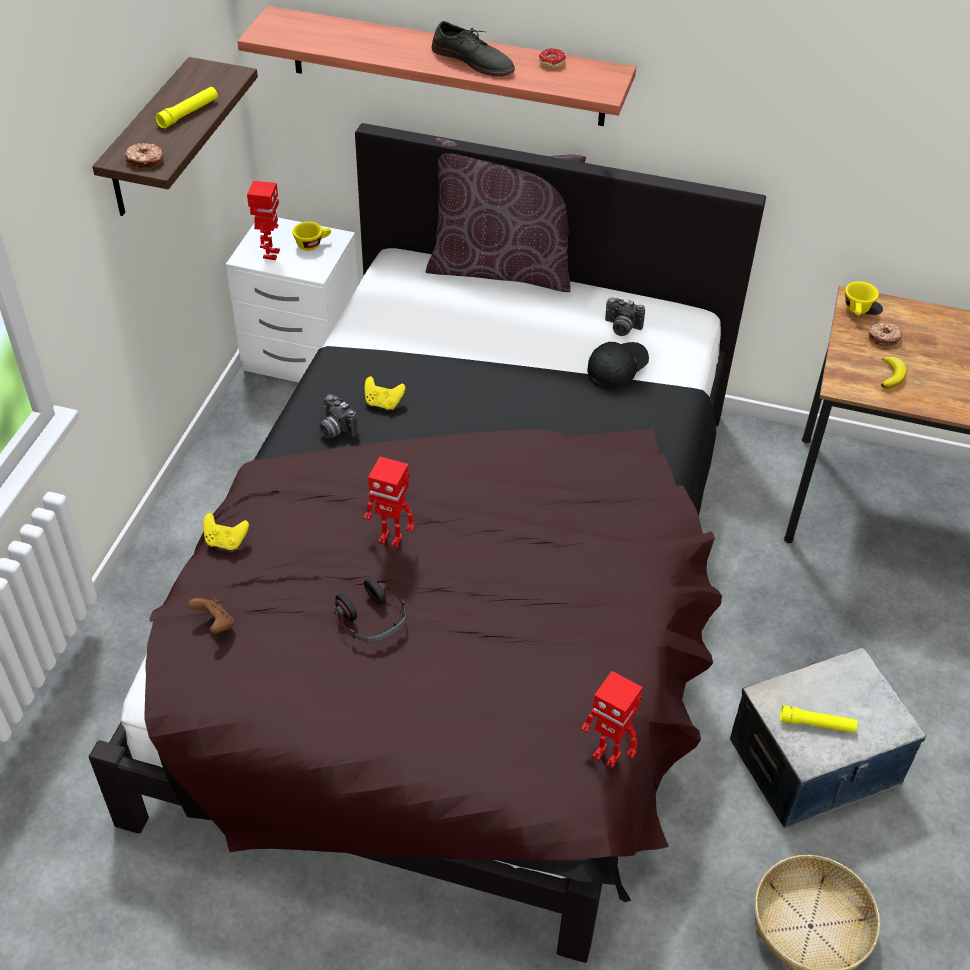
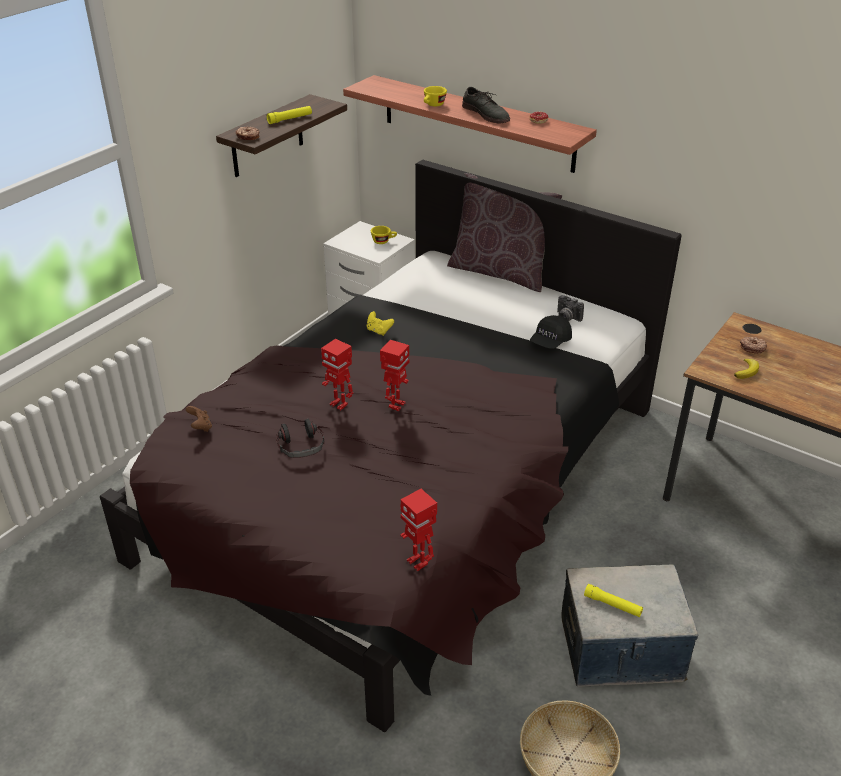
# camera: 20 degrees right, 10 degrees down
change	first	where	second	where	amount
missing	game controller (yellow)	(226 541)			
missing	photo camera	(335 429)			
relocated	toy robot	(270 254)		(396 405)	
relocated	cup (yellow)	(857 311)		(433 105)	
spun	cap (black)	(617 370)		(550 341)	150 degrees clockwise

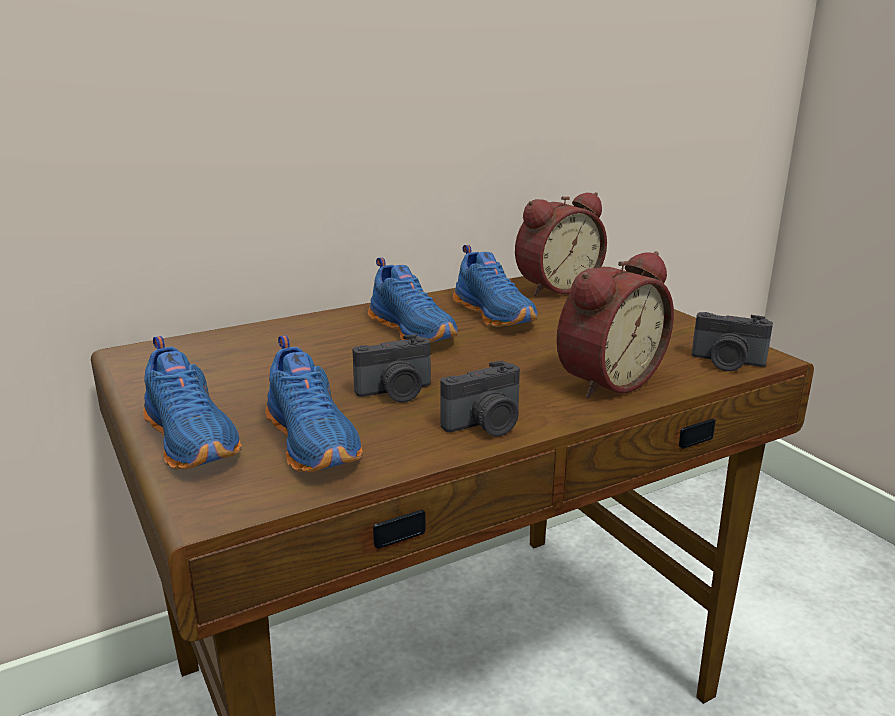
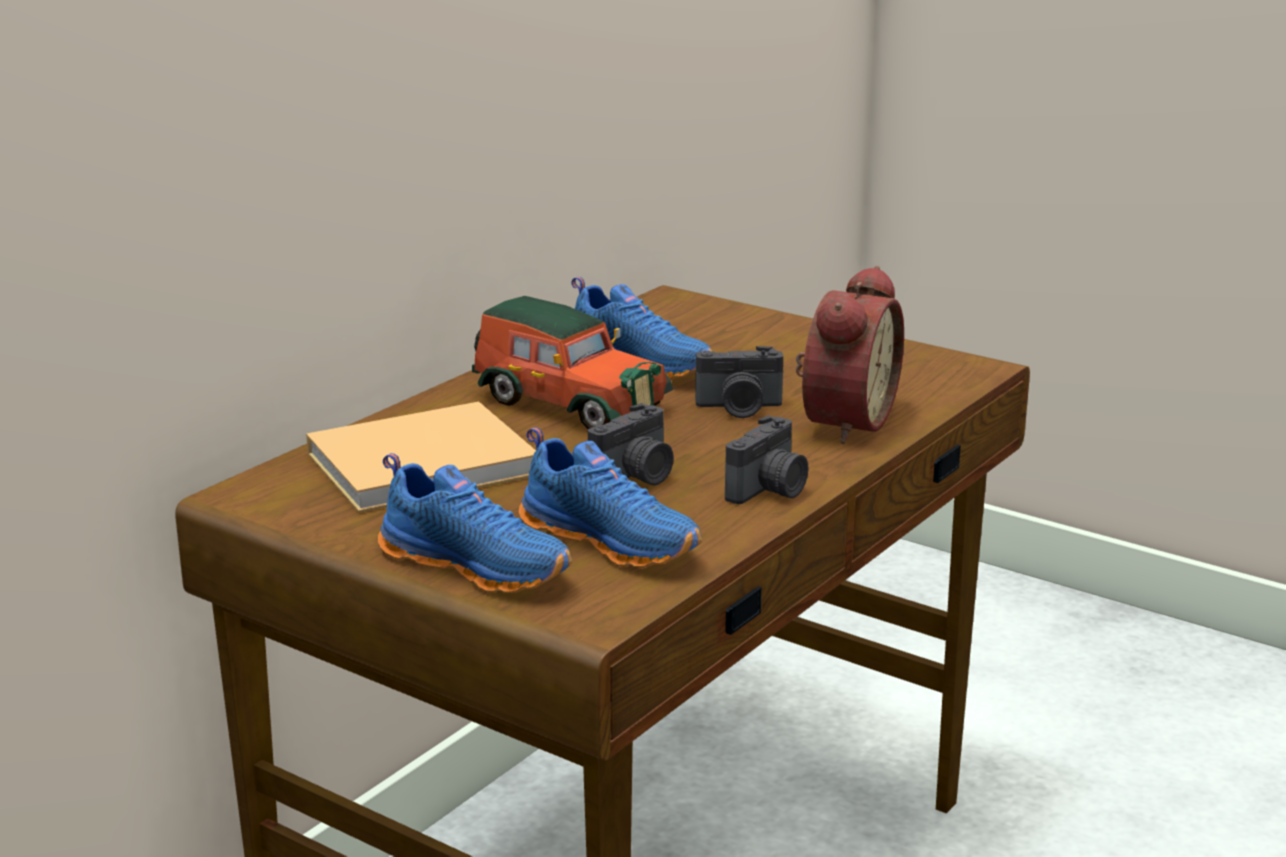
# camera: 25 degrees left, 0 degrees up
change	first	where	second	where	amount
missing	alarm clock	(555 287)			
appeared			book (beige)	(429 463)	
relocated	photo camera	(727 363)		(739 408)	
exchanged	shoe (blue)	(414 331)	toy car	(566 403)	

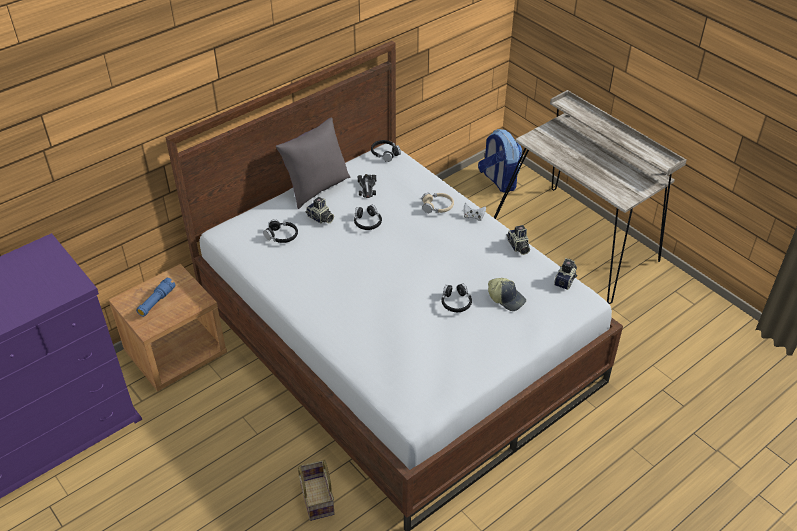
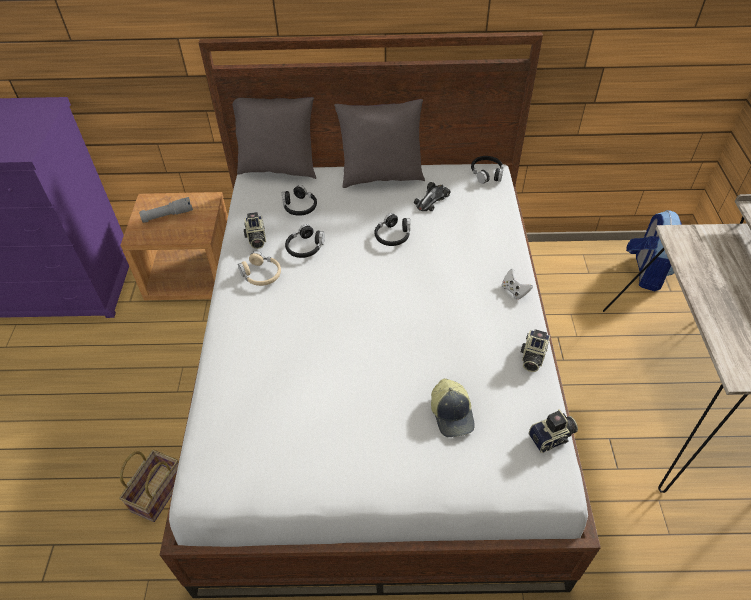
# camera: 40 degrees right, 5 degrees up
change	first	where	second	where	amount
appeared			pillow (grey)	(278 168)	
relocated	photo camera	(320 218)		(256 238)	
relocated	headphones (beige)	(437 207)		(261 274)	
relocated	headphones (black)	(456 302)		(305 247)	
colour	flashlight (blue)	(156 302)	flashlight (grey)	(167 215)	

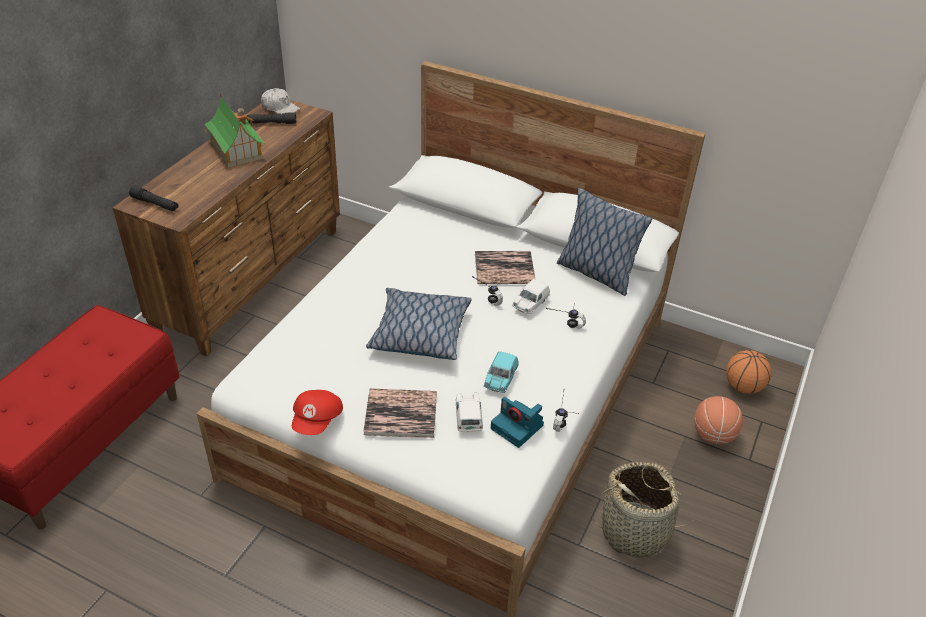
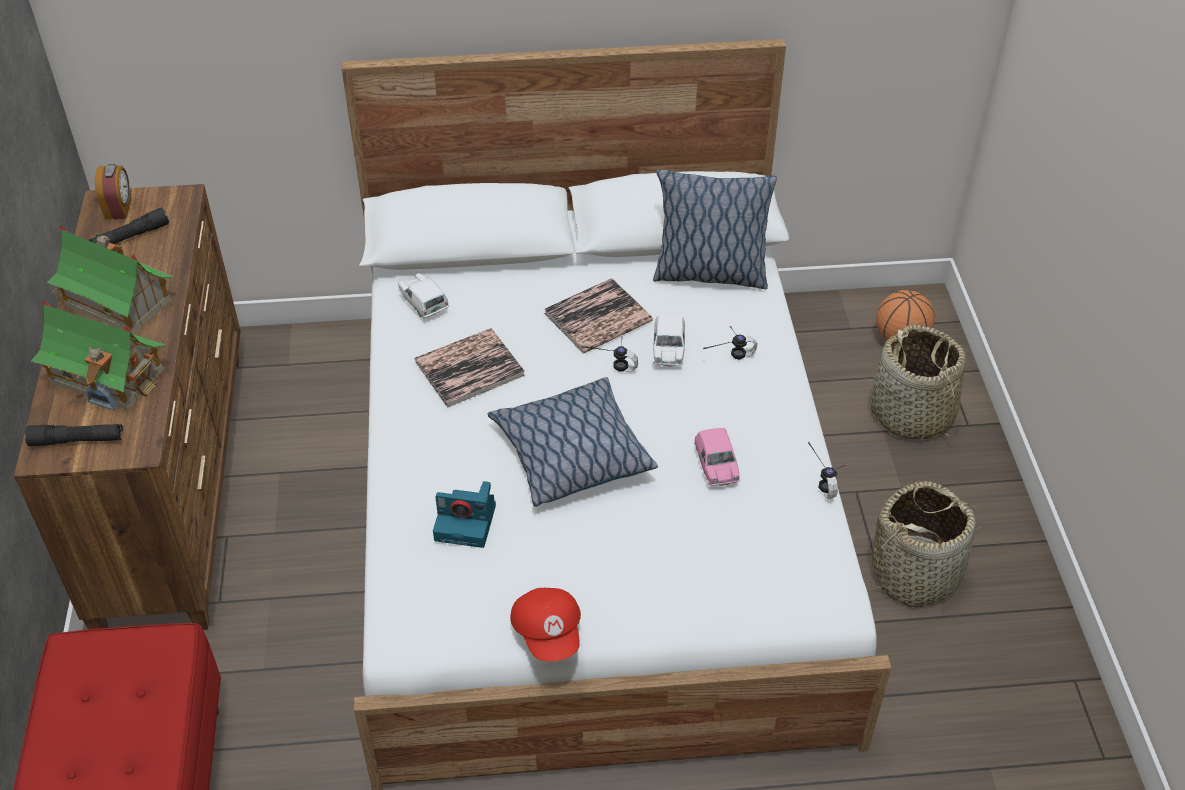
# camera: 30 degrees left, 5 degrees up
change	first	where	second	where	amount
appeared			toy house	(107 376)	
relocated	book	(401 413)		(469 368)	
relocated	toy car (white)	(468 418)		(423 303)	
relocated	photo camera	(518 427)		(467 522)	
exchanged	cap (white)	(280 108)	alarm clock	(119 208)	
exchanged	basketball	(713 435)	basket	(912 415)	
colour	toy car (turquoise)	(500 380)	toy car (pink)	(716 467)	

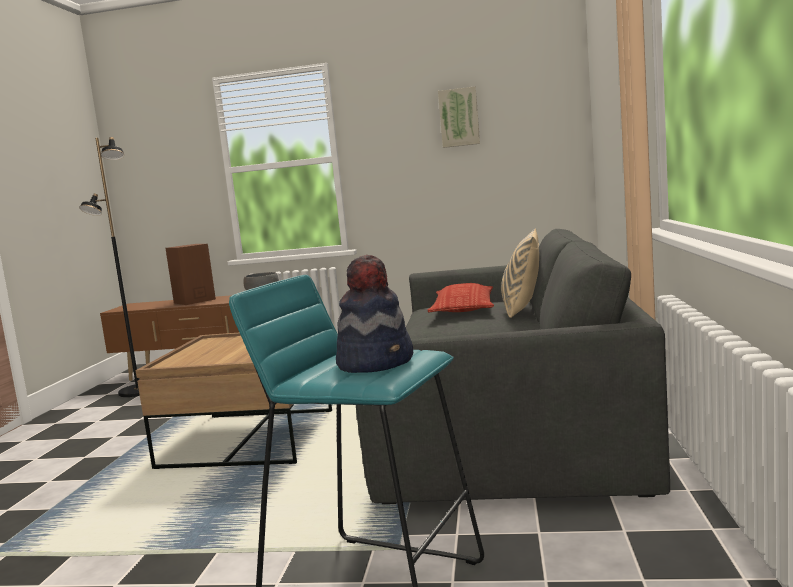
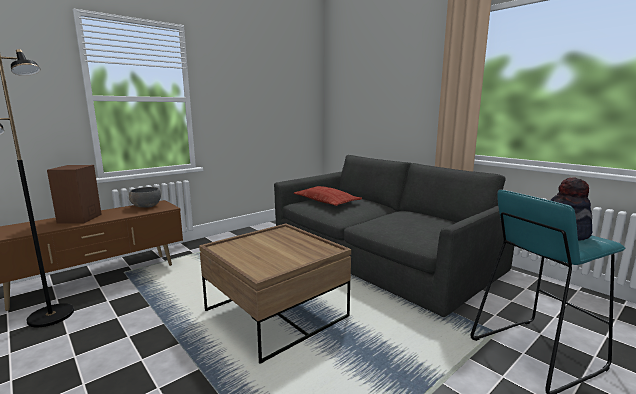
# camera: 50 degrees left, 5 degrees up
change	first	where	second	where	amount
missing	picture	(459 117)			
missing	pillow (beige)	(523 310)			

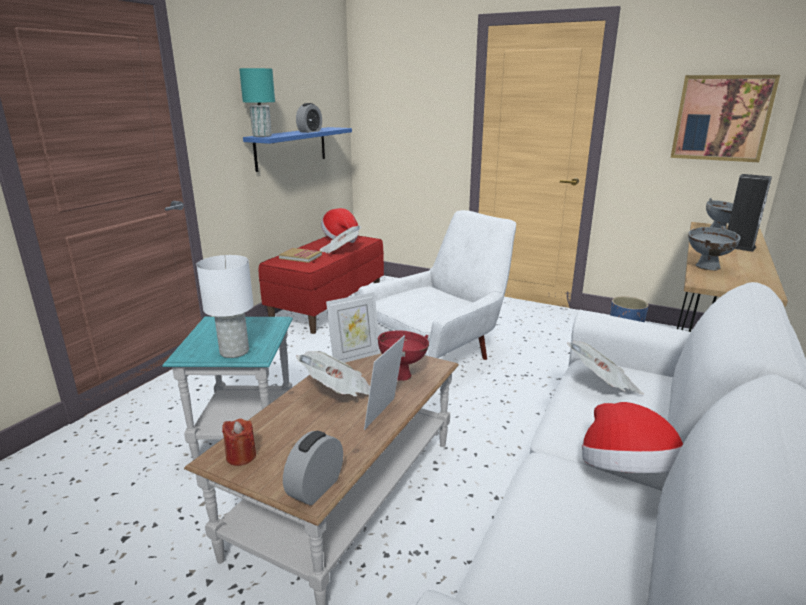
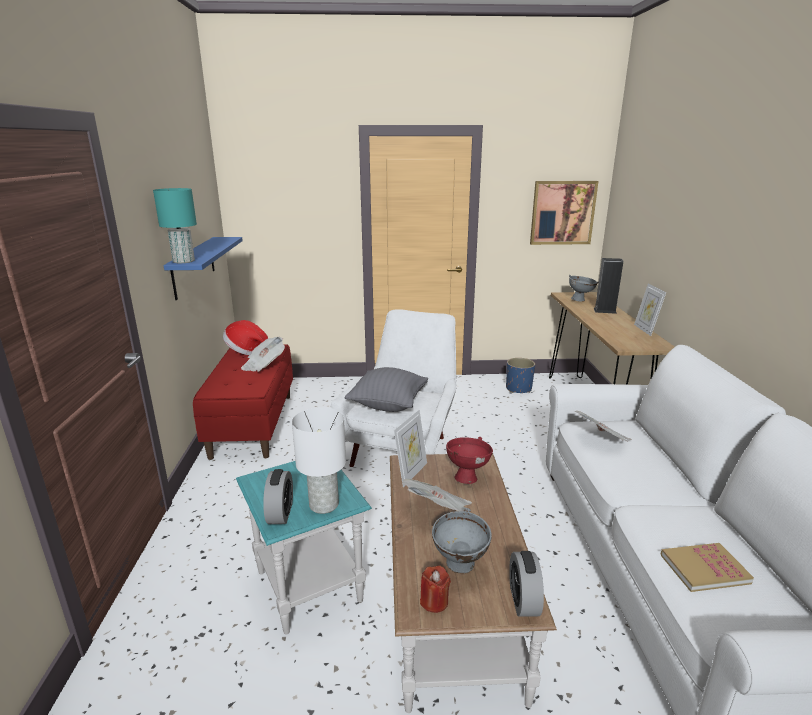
# camera: 30 degrees left, 0 degrees up
change	first	where	second	where	amount
missing	hat	(626 474)			
appeared			pillow (grey)	(388 405)	
relocated	book	(300 257)		(704 569)	
relocated	alarm clock	(310 131)		(280 513)	
relocated	picture frame	(385 415)		(645 330)	
relocated	bowl (grey)	(706 268)		(460 568)	

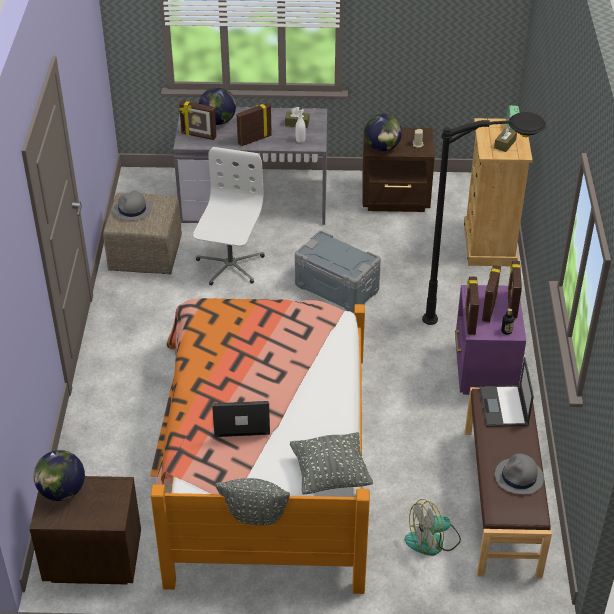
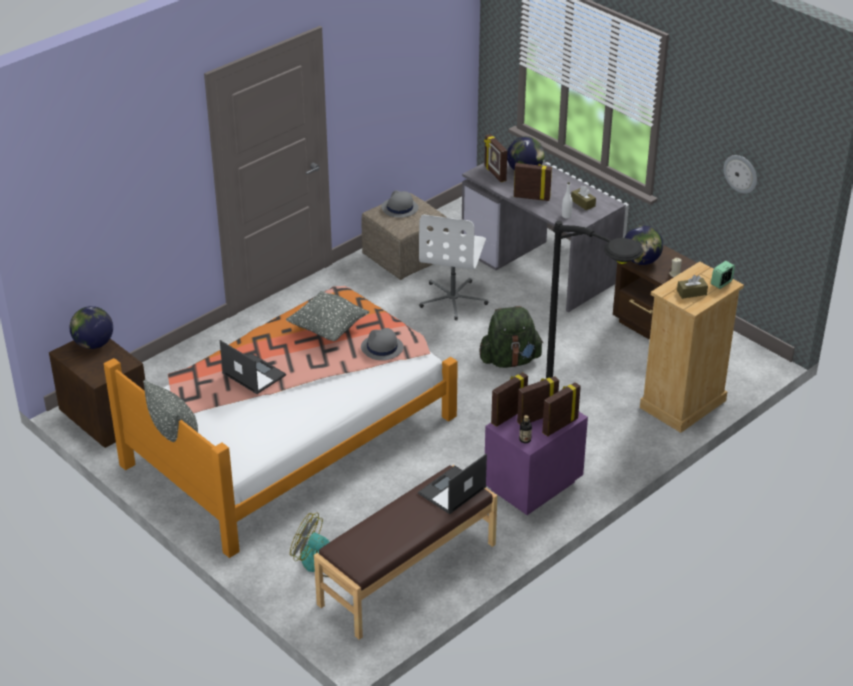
# camera: 45 degrees right, 5 degrees down
change	first	where	second	where	amount
appeared			wall clock	(741 173)	
relocated	pillow (grey)	(330 475)		(328 329)	
relocated	hat (grey)	(519 477)		(381 348)	
exchanged	storage box (grey)	(337 287)	backpack (green)	(510 360)	
spun	office chair (white)	(230 265)		(453 299)	135 degrees clockwise

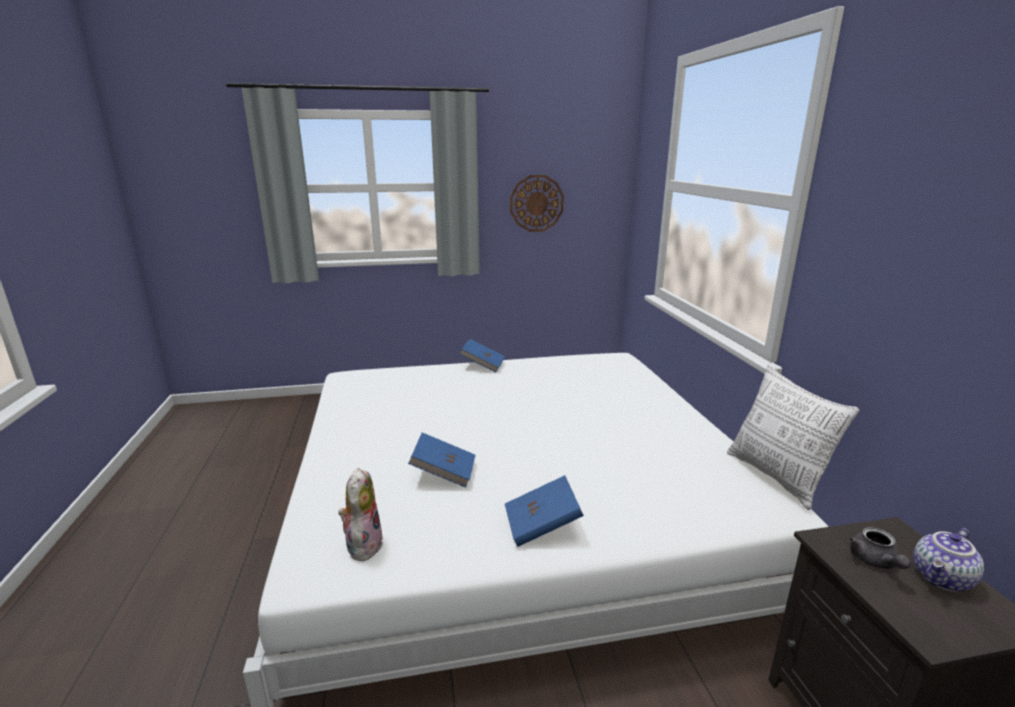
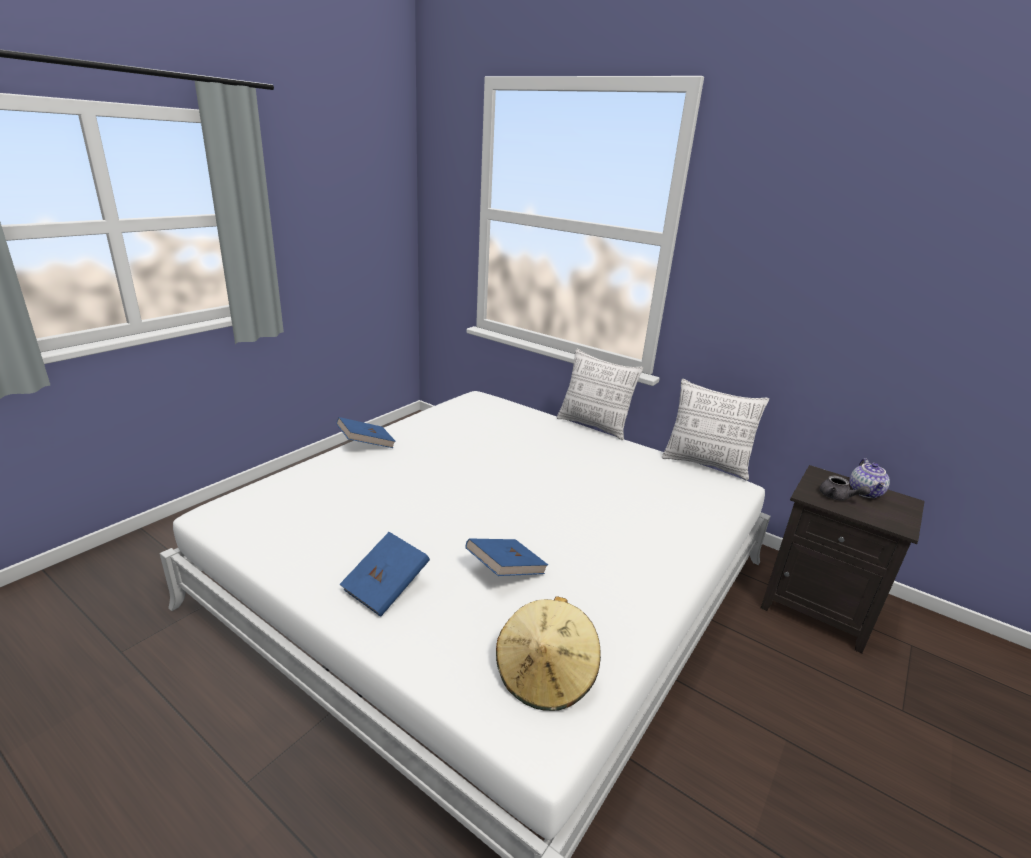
# camera: 45 degrees left, 5 degrees up
change	first	where	second	where	amount
missing	wall clock	(536 203)			
appeared			pillow	(593 426)	
relocated	book (blue)	(542 526)		(386 588)	
exchanged	plush toy	(363 544)	hat (beige)	(545 675)	

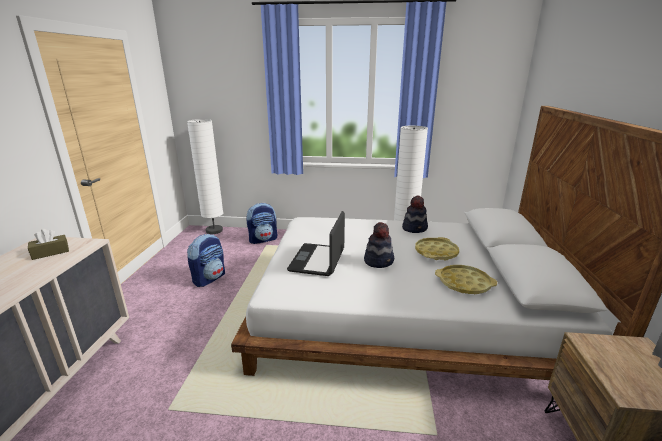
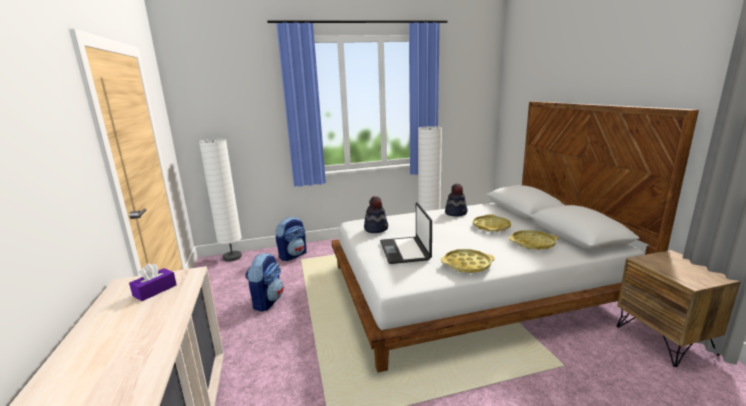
# camera: 20 degrees left, 5 degrees down
change	first	where	second	where	amount
appeared			tray (yellow)	(467 265)	
relocated	hat	(379 261)		(376 228)	
colour	tissue box (brown)	(50 252)	tissue box (purple)	(155 290)	

